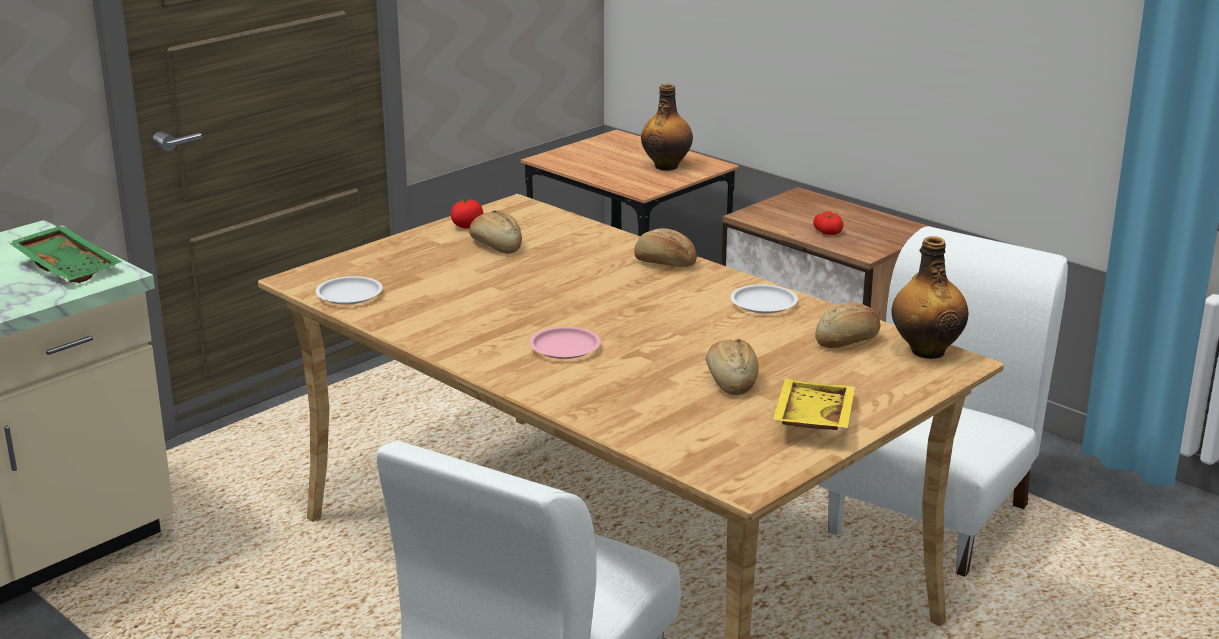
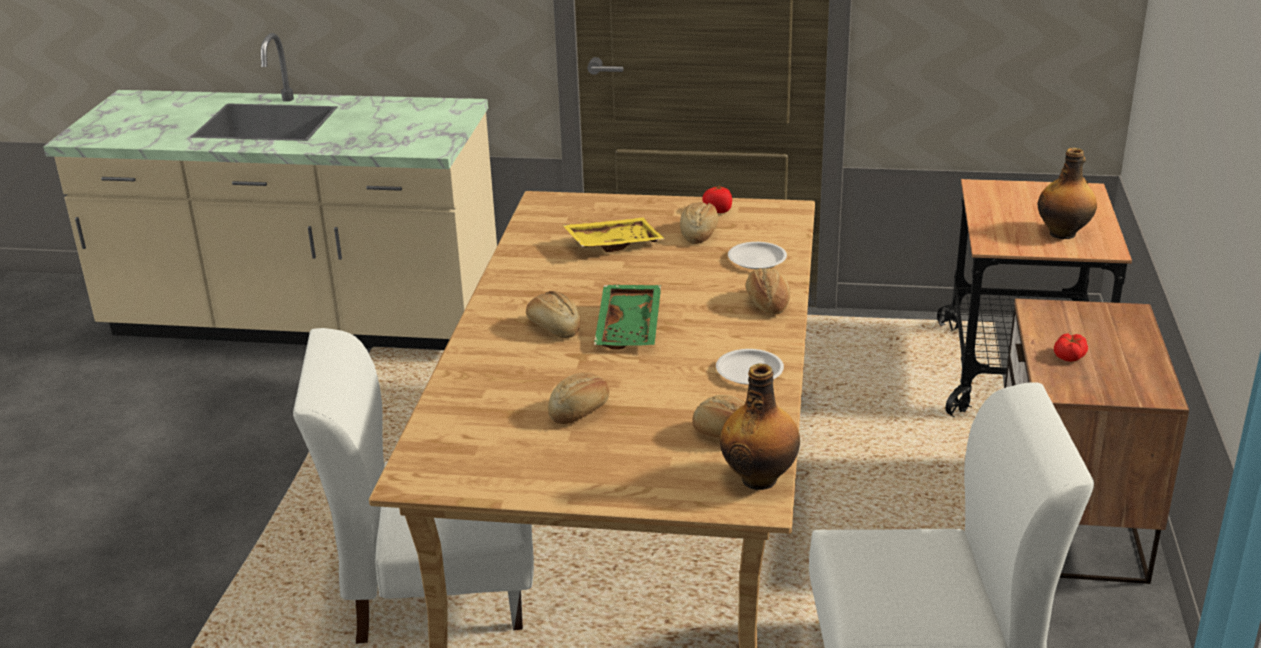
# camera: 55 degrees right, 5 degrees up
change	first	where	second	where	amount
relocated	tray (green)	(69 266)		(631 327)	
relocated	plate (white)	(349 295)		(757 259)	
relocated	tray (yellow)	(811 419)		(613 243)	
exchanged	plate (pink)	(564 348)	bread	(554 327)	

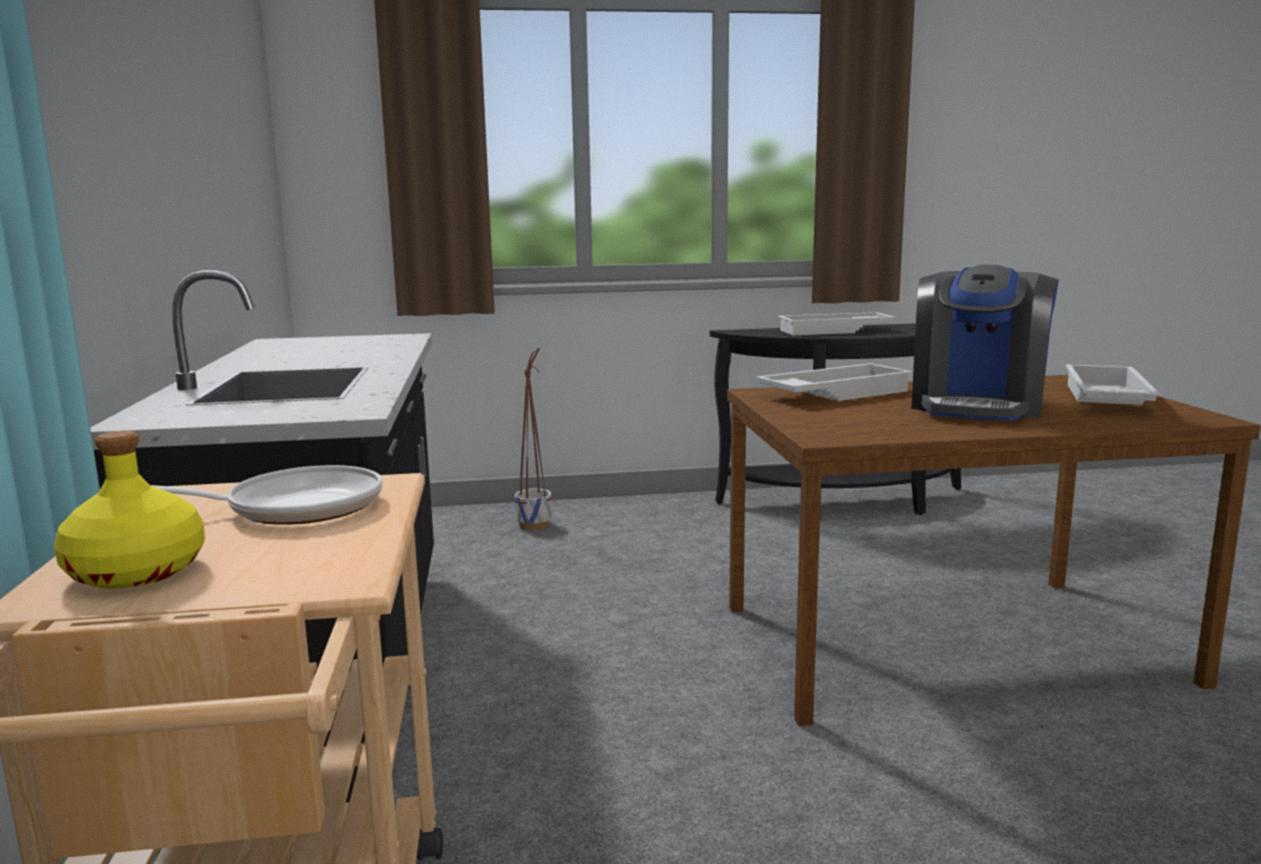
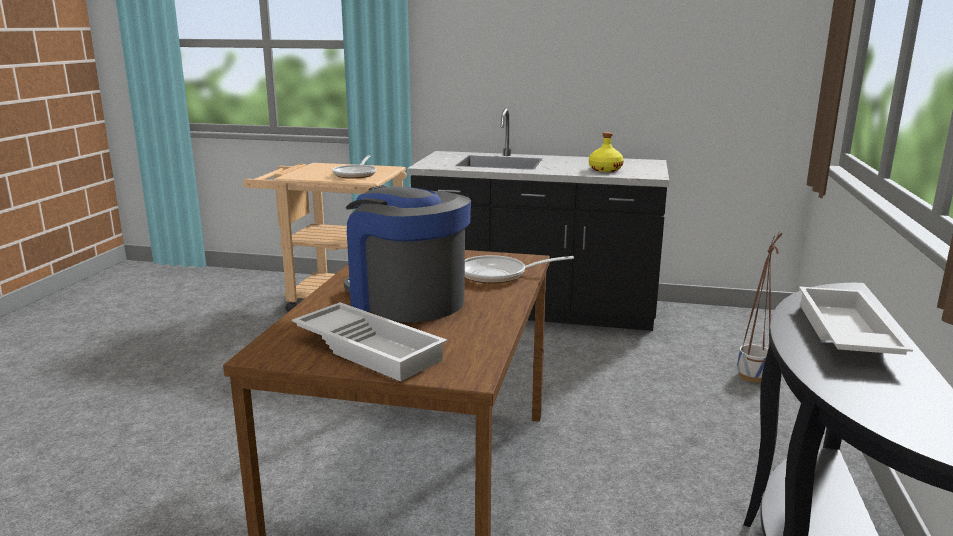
# camera: 110 degrees right, 5 degrees up
change	first	where	second	where	amount
relocated	bottle (yellow)	(135 572)		(605 169)	
exchanged	tray (white)	(833 393)	frying pan	(498 275)	

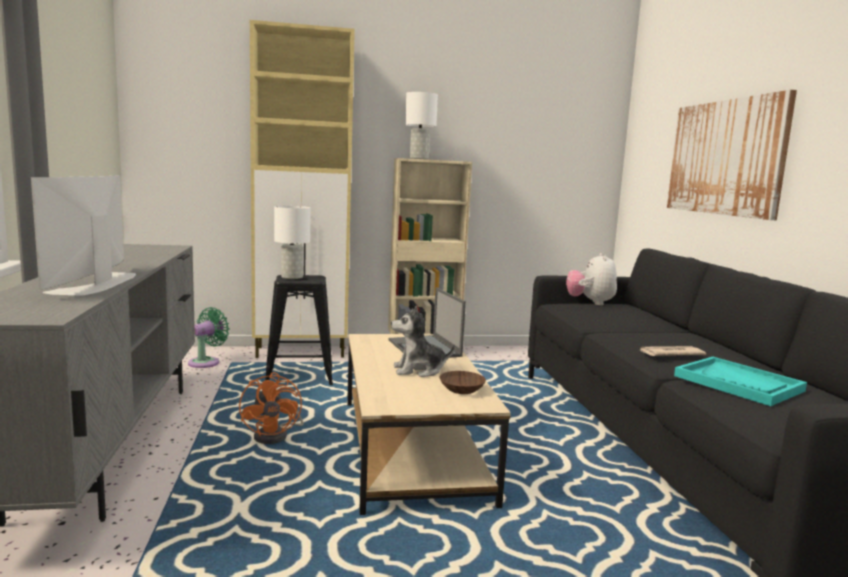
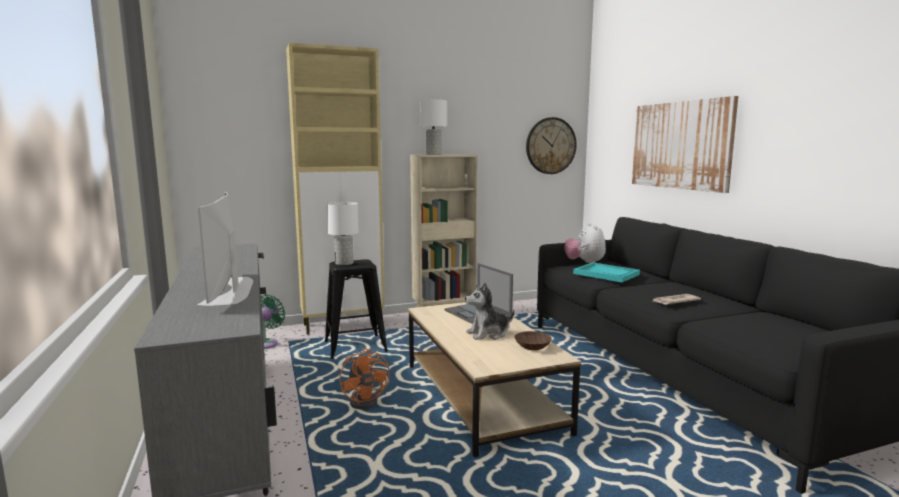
# camera: 10 degrees left, 0 degrees up
change	first	where	second	where	amount
appeared			wall clock	(550 146)	
relocated	tray (turquoise)	(738 383)		(606 274)	

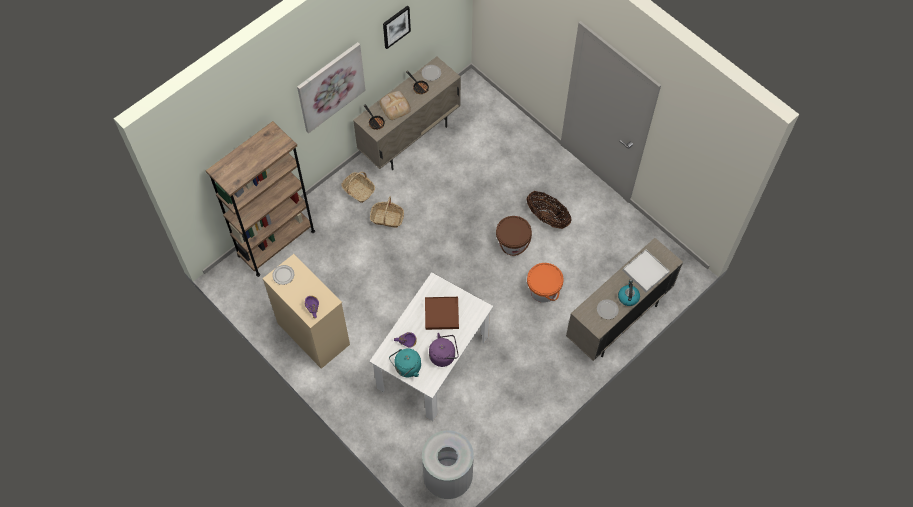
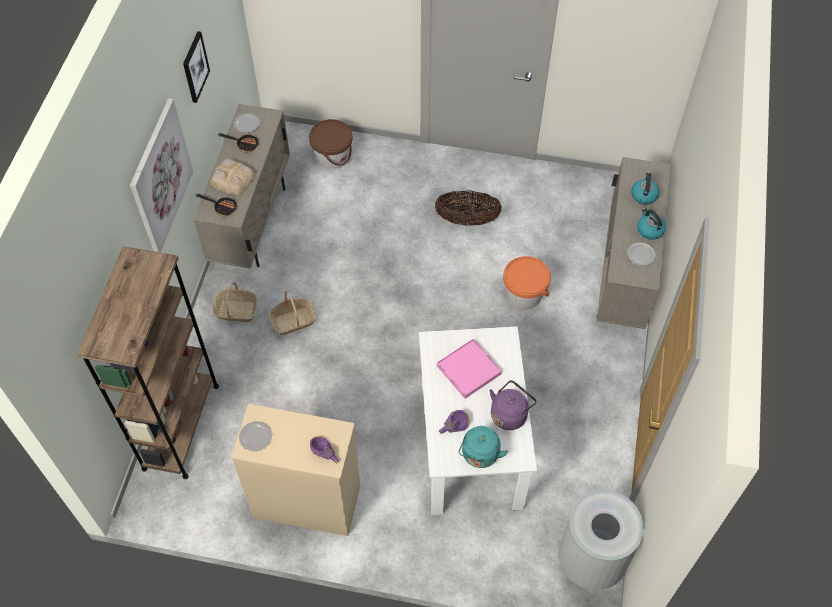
# camera: 35 degrees left, 5 degrees down
change	first	where	second	where	amount
relocated	bucket (brown)	(512 243)		(332 156)	
exchanged	tray (white)	(645 272)	kettle	(643 195)	
colour	tray (brown)	(441 314)	tray (pink)	(469 370)	

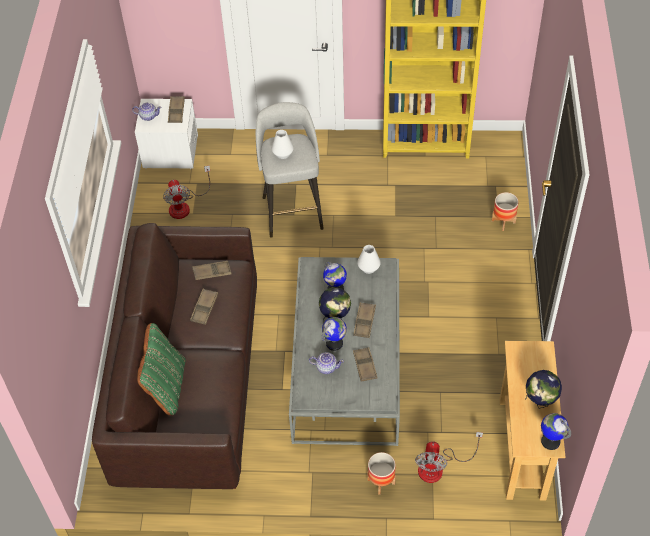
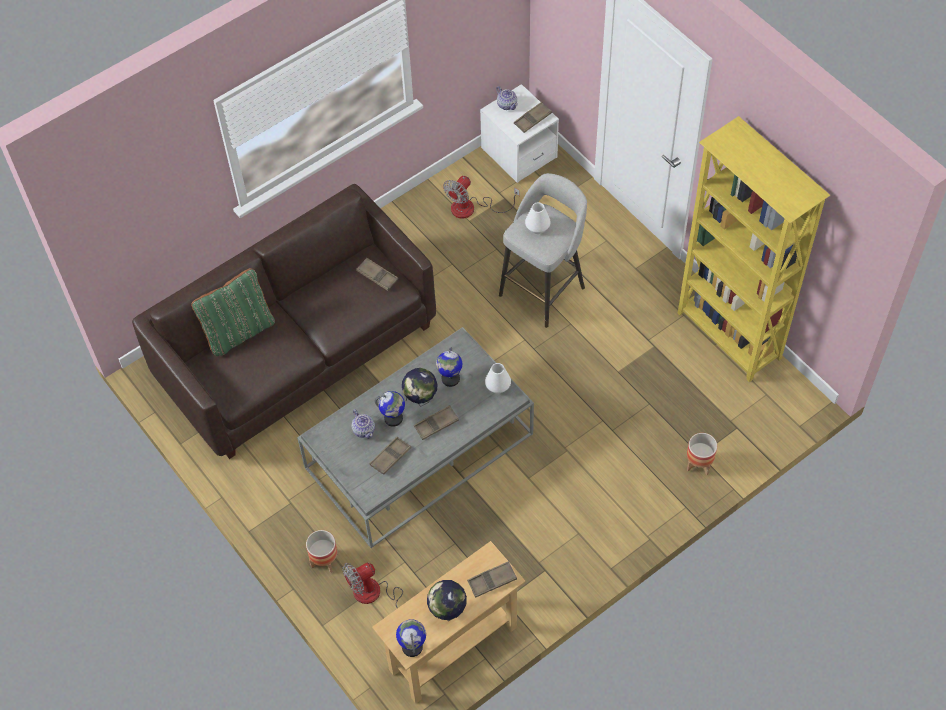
# camera: 50 degrees right, 5 degrees up
change	first	where	second	where	amount
relocated	tray (brown)	(204 308)		(492 581)	

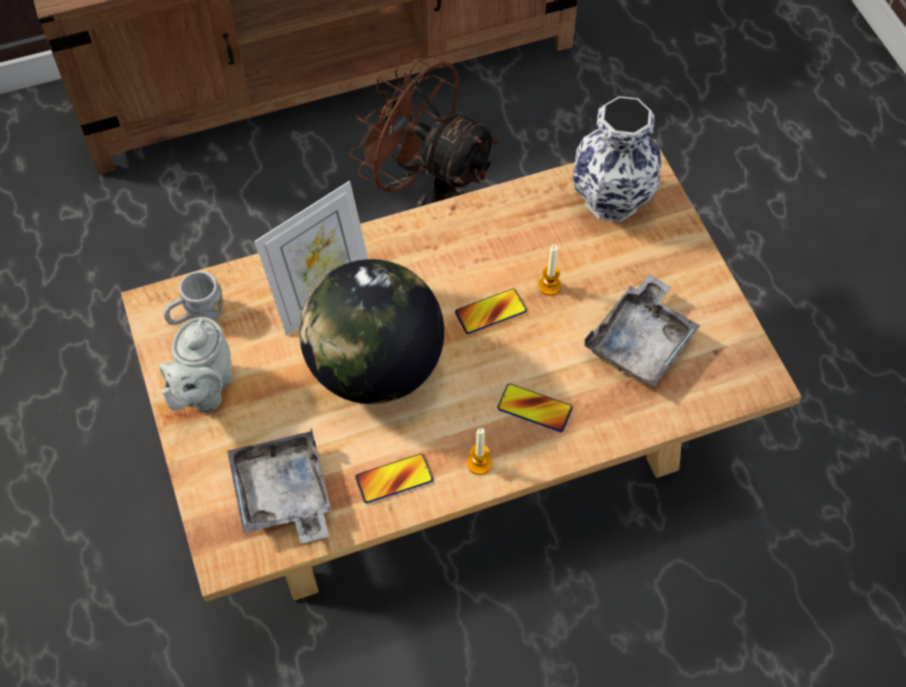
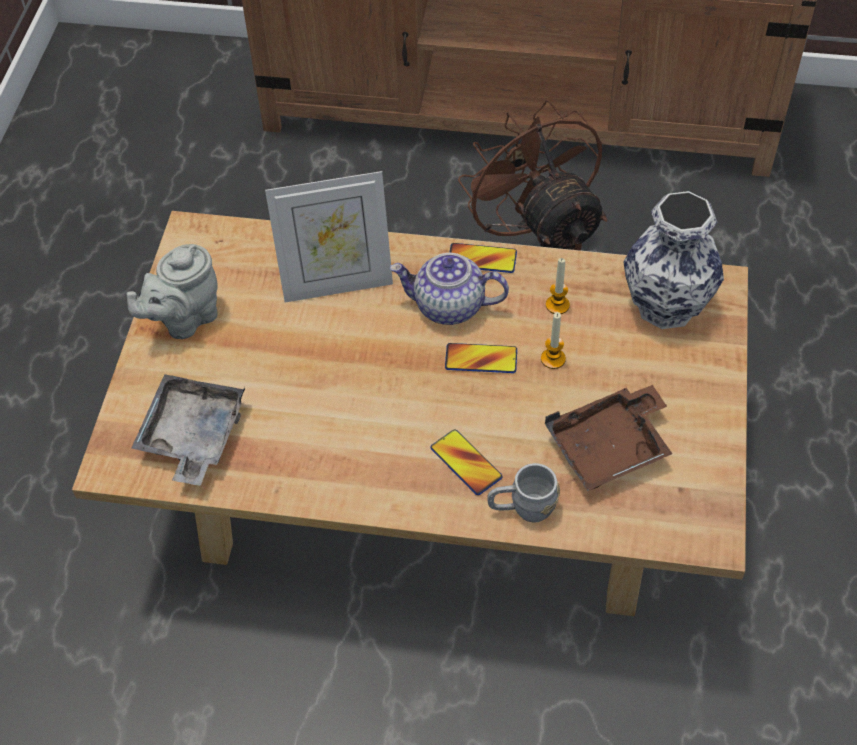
# camera: 30 degrees right, 5 degrees down
change	first	where	second	where	amount
missing	globe	(375 367)			
appeared			teapot	(448 307)	
relocated	mug (grey)	(197 315)		(522 508)	
relocated	phone	(394 479)		(482 259)	
relocated	candle	(479 463)		(557 305)	
colour	tray (grey)	(641 342)	tray (brown)	(610 447)	

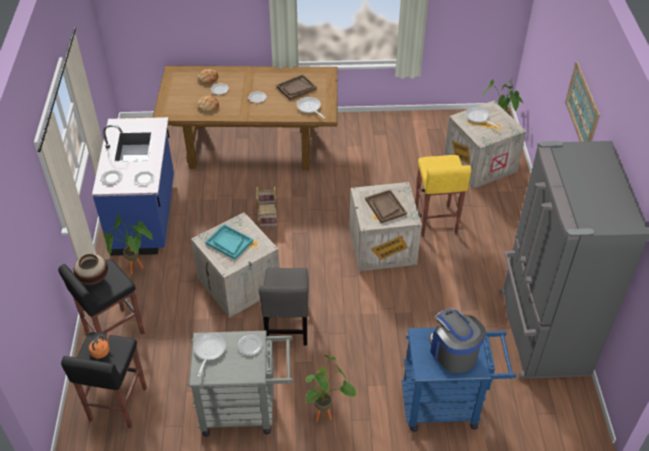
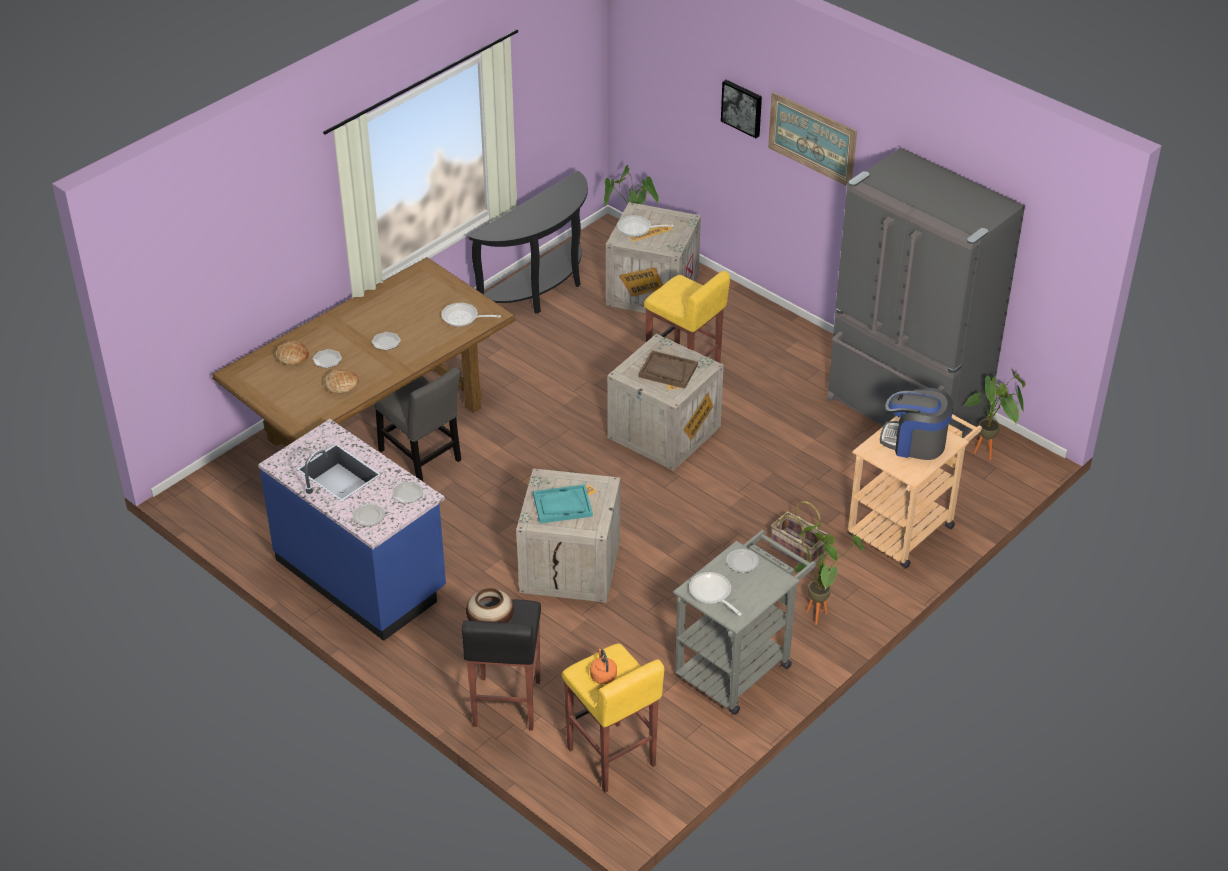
# camera: 45 degrees left, 5 degrees down
change	first	where	second	where	amount
missing	tray (brown)	(296 88)			
appeared			console table (black)	(541 290)	
appeared			picture	(742 107)	
relocated	potted plant	(136 271)		(989 454)	
relocated	basket	(267 215)		(796 551)	
relocated	chair (grey)	(287 326)		(422 458)	
colour	stool (black)	(117 405)	stool (yellow)	(611 758)	
colour	cart (blue)	(447 404)	cart (beige)	(906 525)	

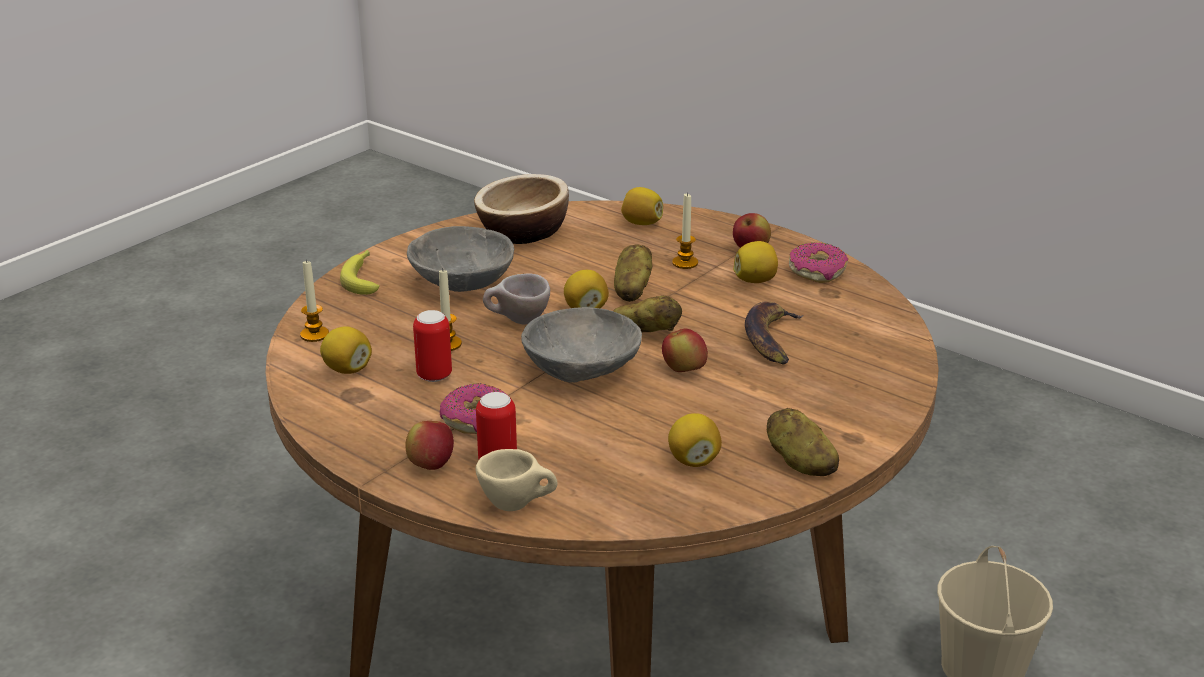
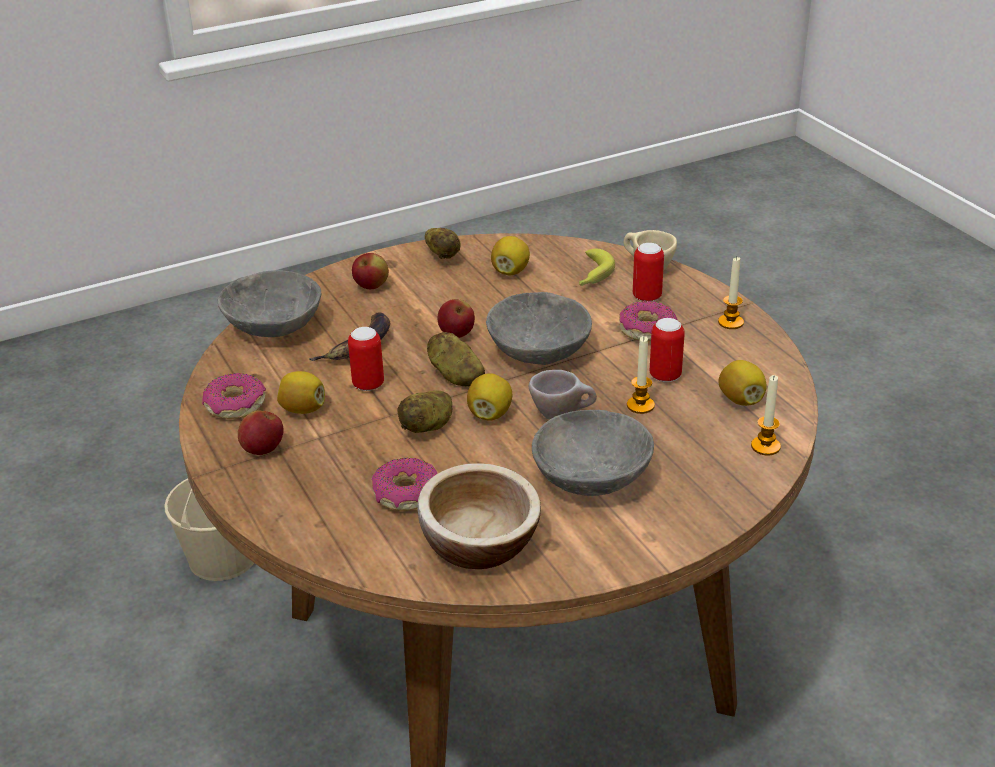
# camera: 155 degrees left, 5 degrees up
change	first	where	second	where	amount
missing	lemon	(642 223)			
appeared			bowl (grey)	(272 327)	
appeared			can	(368 385)	
appeared			donut	(405 494)	
relocated	banana	(364 278)		(591 275)	
relocated	apple	(431 465)		(371 287)	
relocated	candle	(685 263)		(730 322)	

